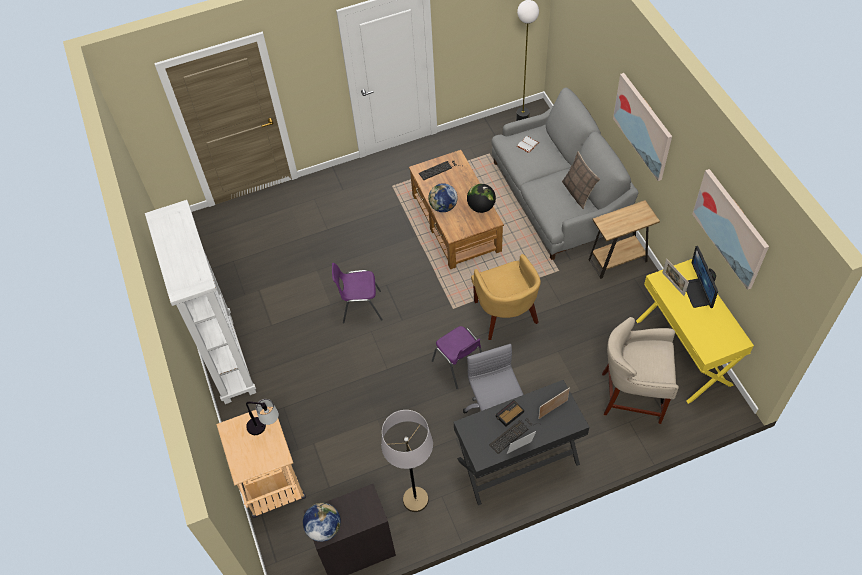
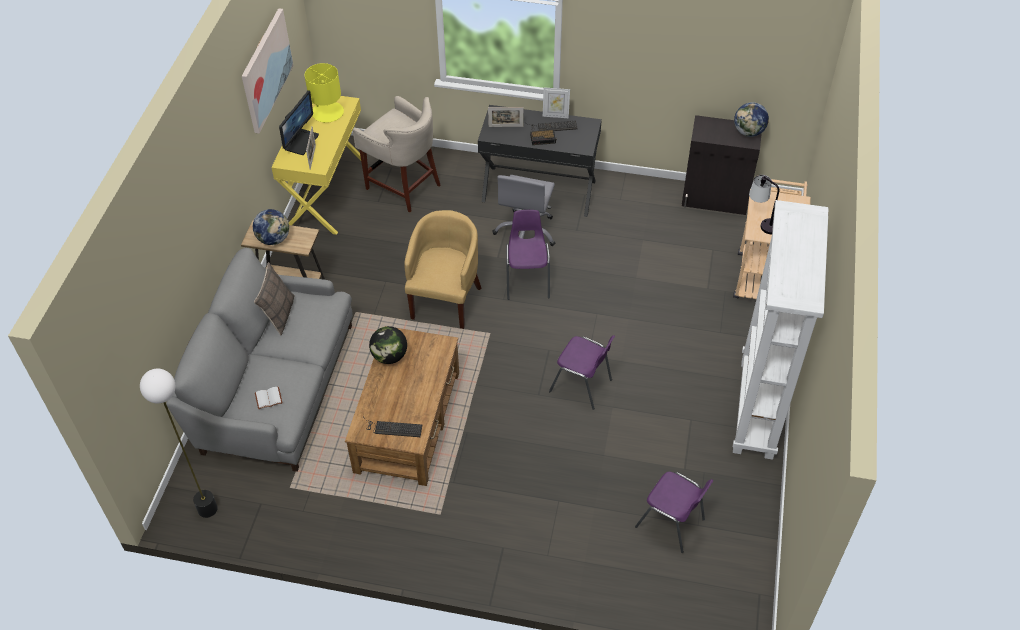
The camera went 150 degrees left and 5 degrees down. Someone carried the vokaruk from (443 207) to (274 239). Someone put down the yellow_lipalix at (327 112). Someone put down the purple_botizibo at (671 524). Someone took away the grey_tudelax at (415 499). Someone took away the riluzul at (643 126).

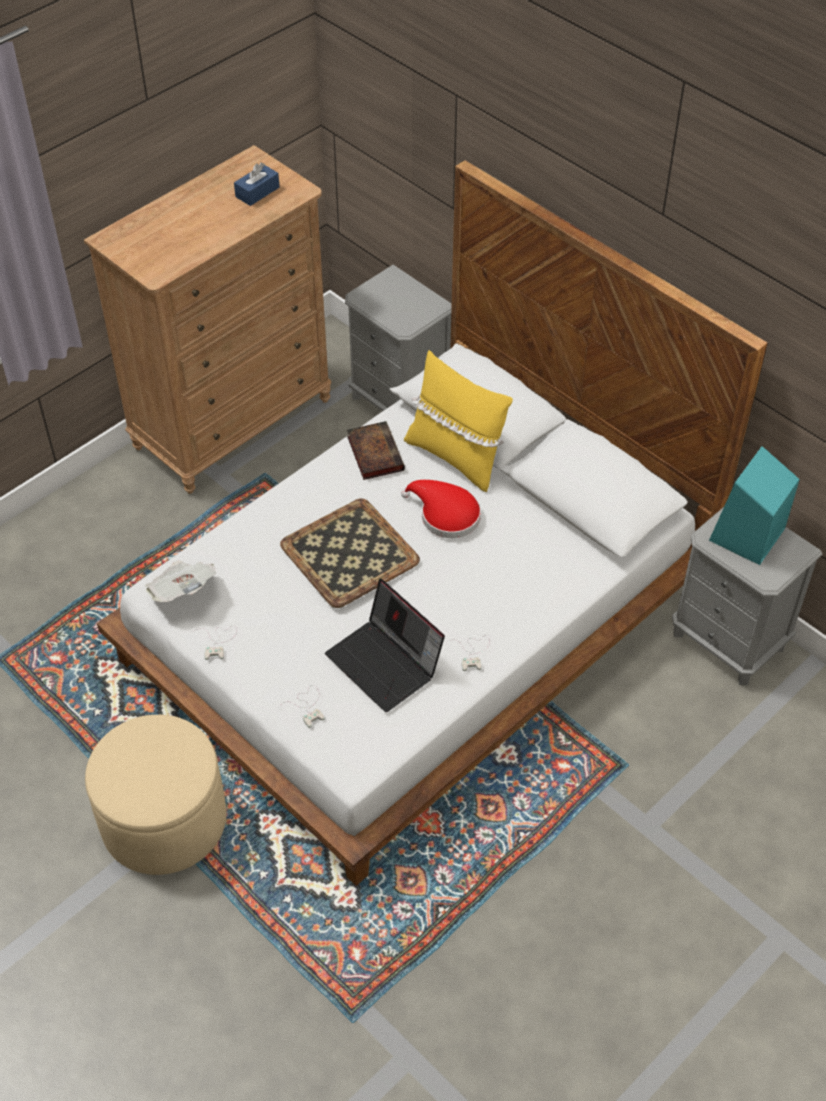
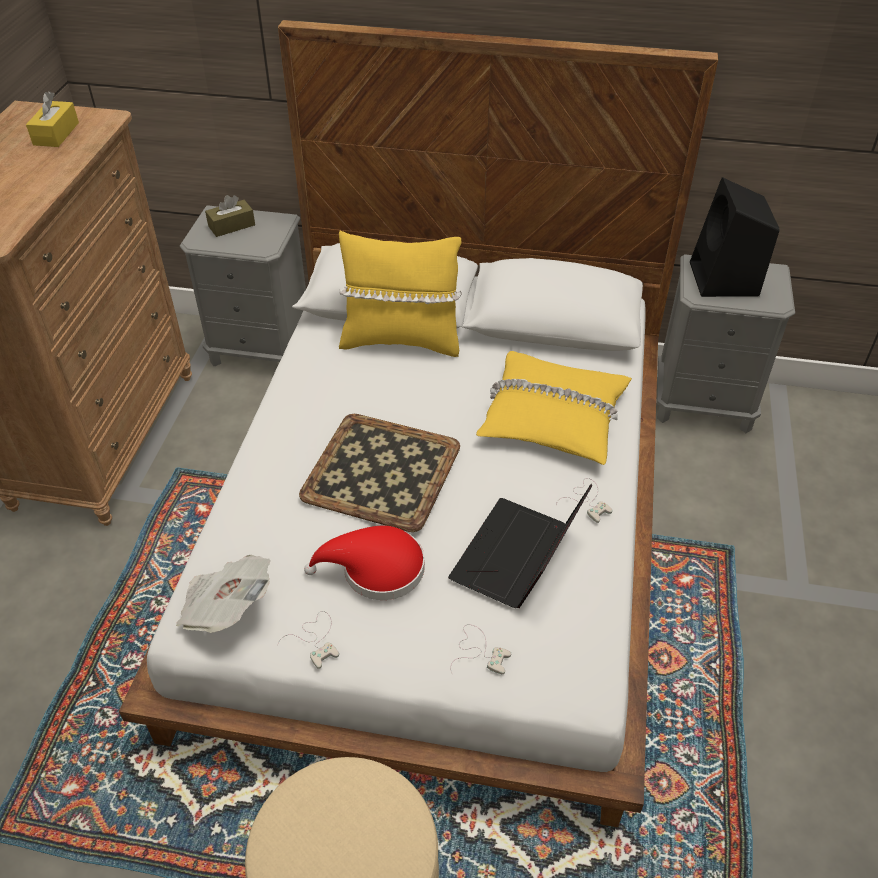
The camera went 35 degrees left and 5 degrees down. Someone repainted the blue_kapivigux at (257 192), which became the yellow_kapivigux at (56 134). Someone put down the brown_kapivigux at (231 226). Someone carried the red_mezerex from (445 515) to (376 569). Someone rotated the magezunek at (386 664) by 105 degrees clockwise. Someone put down the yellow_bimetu at (553 418). Someone repainted the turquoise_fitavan at (746 536), which became the black_fitavan at (725 280). Someone took away the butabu at (374 452).

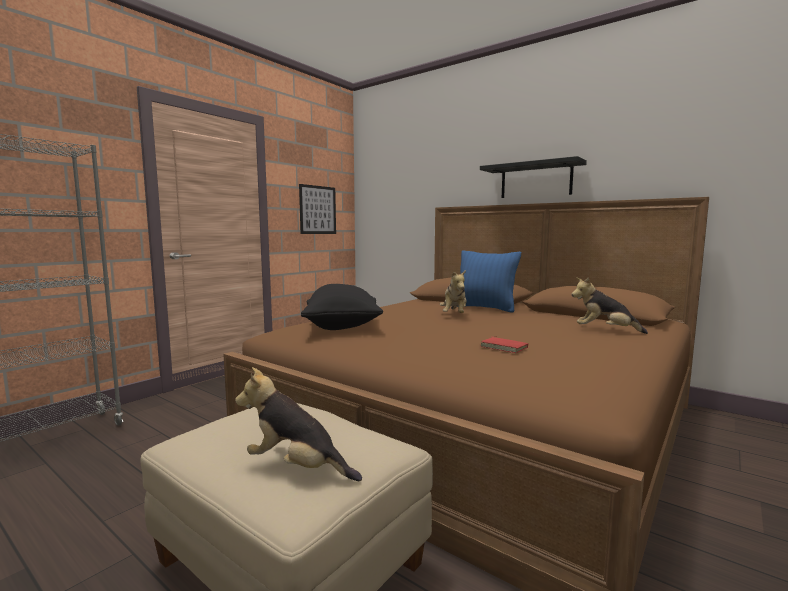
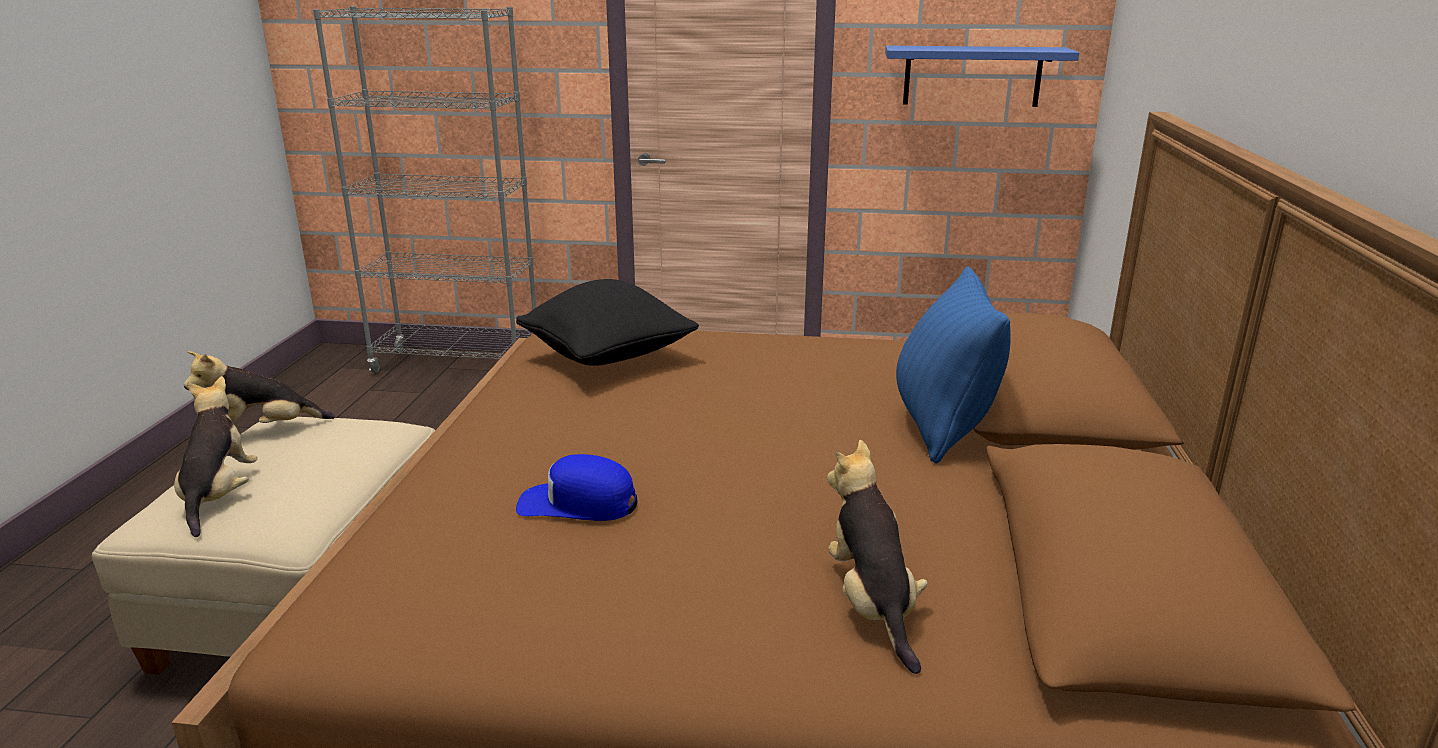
The camera went 60 degrees right and 15 degrees up. Someone carried the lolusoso from (454 315) to (264 430). Someone swapped the red_butabu at (504 347) for the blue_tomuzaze at (577 504). Someone swapped the riluzul at (318 210) for the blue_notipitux at (972 76). Someone took away the black_notipitux at (536 180).

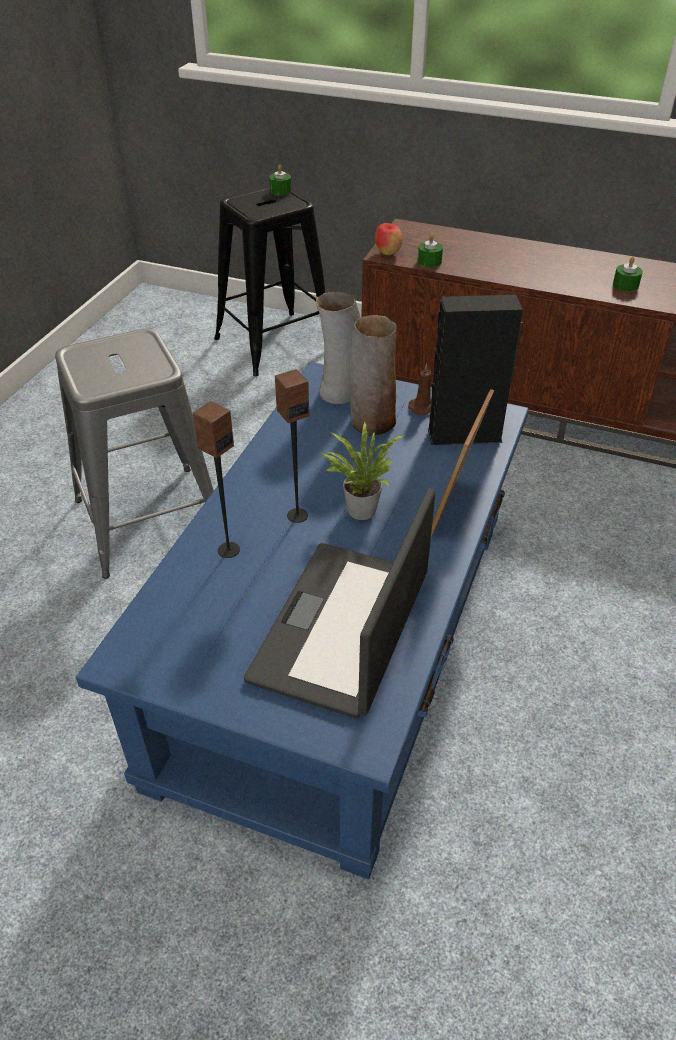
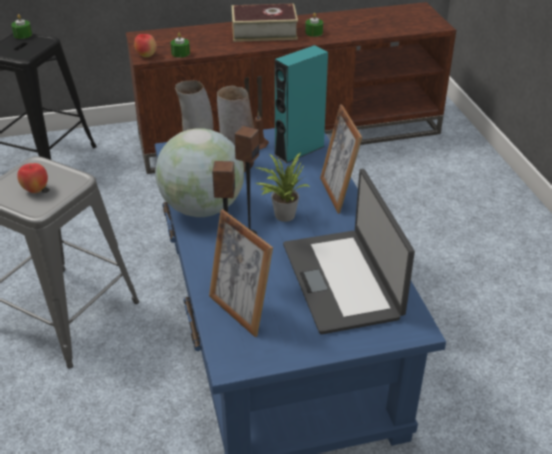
The camera went 35 degrees left and 5 degrees down. Someone put down the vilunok at (36 190). Someone put down the vokaruk at (202 208). Someone put down the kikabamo at (240 311). Someone put down the butabu at (264 31). Someone repainted the black_fitavan at (464 435), which became the turquoise_fitavan at (299 150).

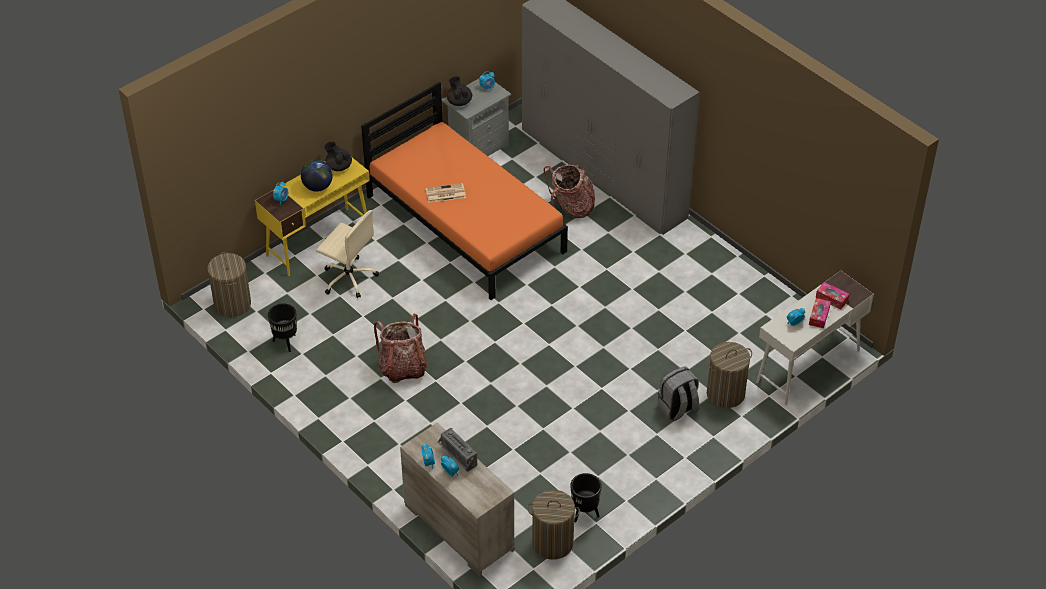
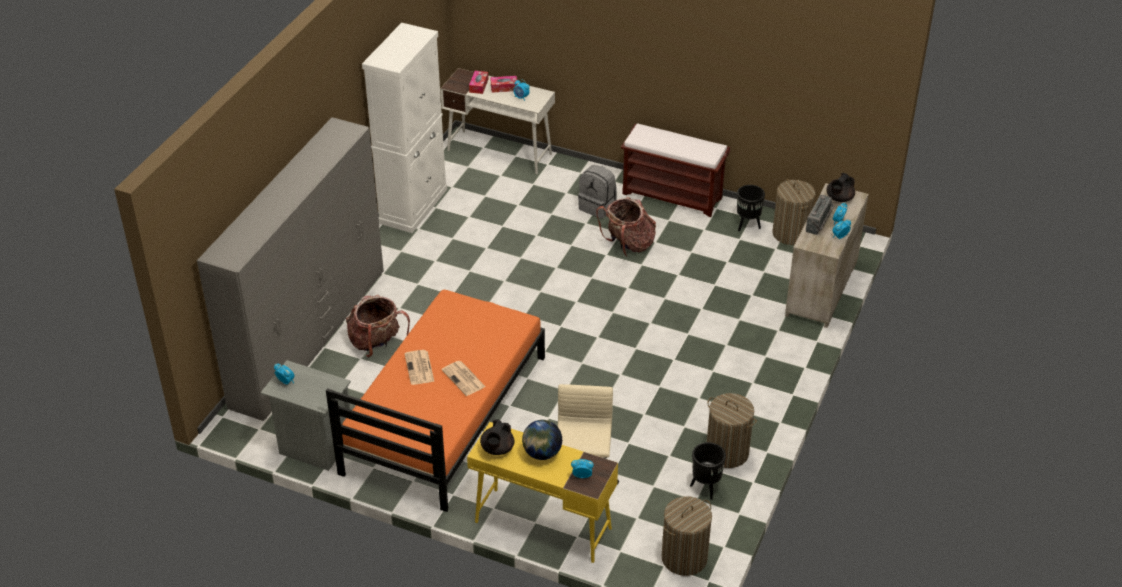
The camera went 115 degrees left and 5 degrees down. Someone put down the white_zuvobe at (413 206). Someone put down the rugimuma at (419 368). Someone carried the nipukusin from (403 368) to (628 244). Someone put down the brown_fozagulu at (673 195). Someone carried the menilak from (725 394) to (727 452). Someone carried the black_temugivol from (459 101) to (839 198).

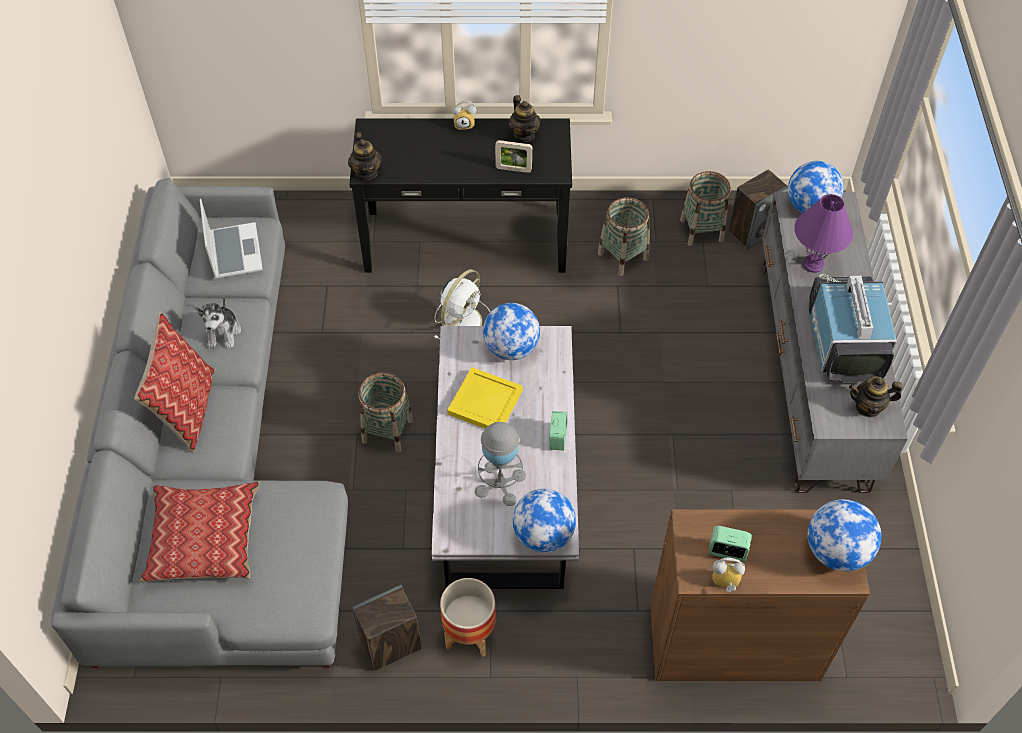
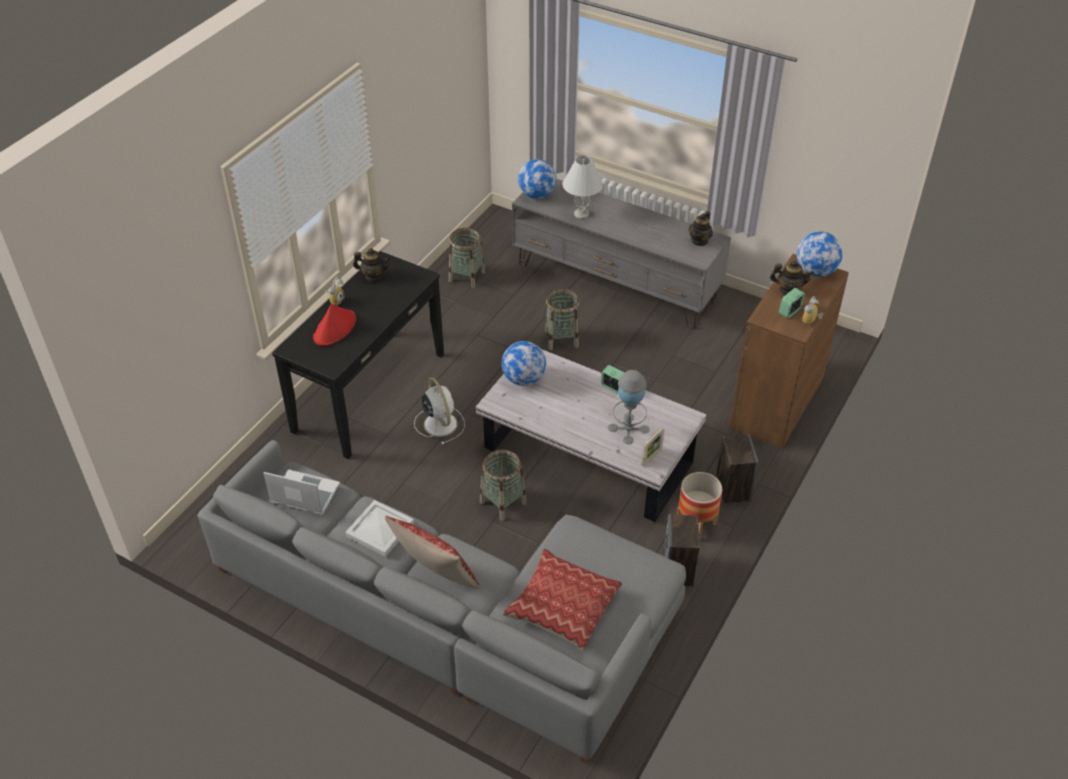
The camera went 60 degrees left and 10 degrees down. Someone put down the red_mezerex at (335 328). Someone swapped the lolusoso at (223 332) for the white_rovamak at (380 529). Someone carried the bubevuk from (623 256) to (561 339). Someone repainted the purple_lipalix at (812 264), which became the white_lipalix at (581 214). Someone carried the kikabamo from (513 169) to (651 457). Someone carried the fitavan from (752 231) to (732 488). Someone carried the temugivol from (366 172) to (788 290). Someone took away the yellow_rovamak at (485 403). Someone took away the vokaruk at (543 535). Someone took away the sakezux at (844 341).

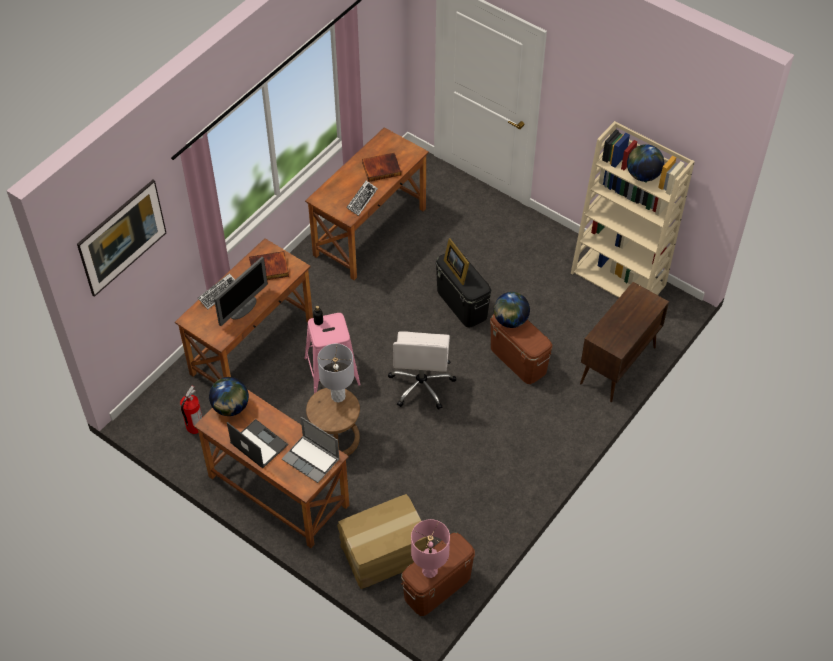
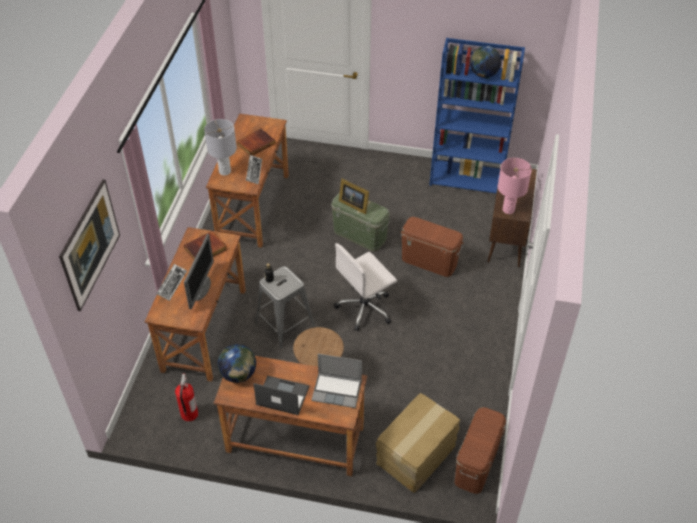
The camera went 25 degrees left and 5 degrees down. Someone carried the grey_lipalix from (338 396) to (225 171). Someone repainted the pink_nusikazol at (332 371), which became the grey_nusikazol at (285 324). Someone repainted the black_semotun at (462 303), which became the green_semotun at (360 235). Someone rotated the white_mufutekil at (421 385) by 75 degrees clockwise. Someone repainted the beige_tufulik at (619 279), which became the blue_tufulik at (467 177). Someone carried the pink_lipalix from (430 570) to (508 209). Someone took away the vokaruk at (510 320).

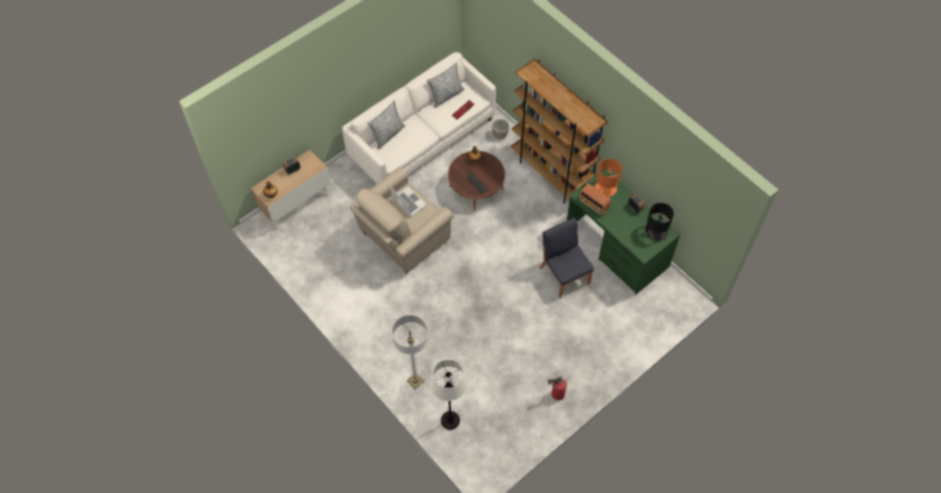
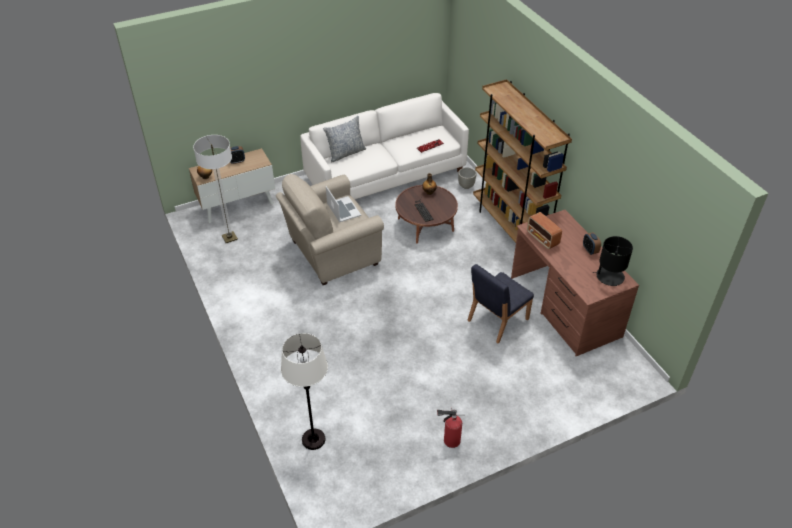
The camera went 15 degrees right and 15 degrees down. Someone carried the tudelax from (415 381) to (229 238). Someone rotated the blue_botizibo at (564 274) by 120 degrees counterclockwise. Someone repainted the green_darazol at (616 248), which became the brown_darazol at (564 306). Someone took away the bimetu at (446 95). Someone took away the orange_lipalix at (606 187).

